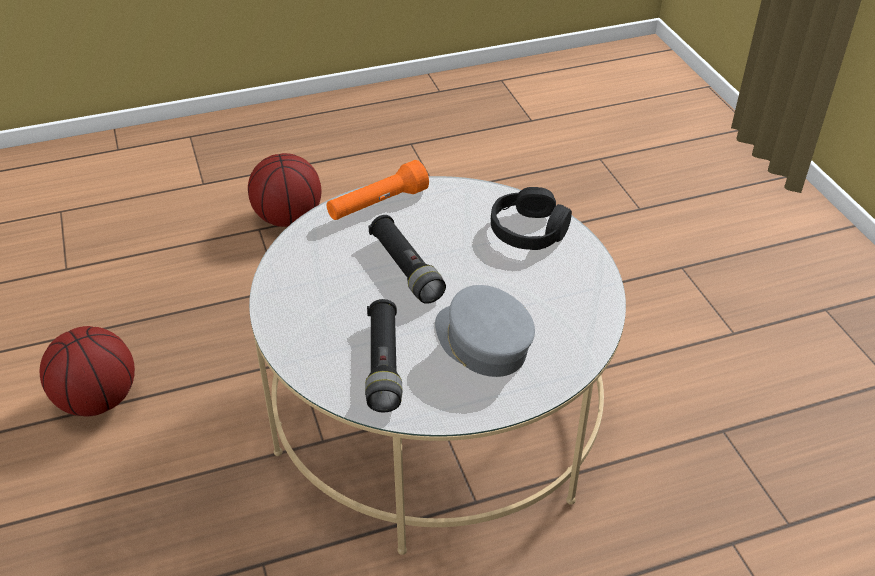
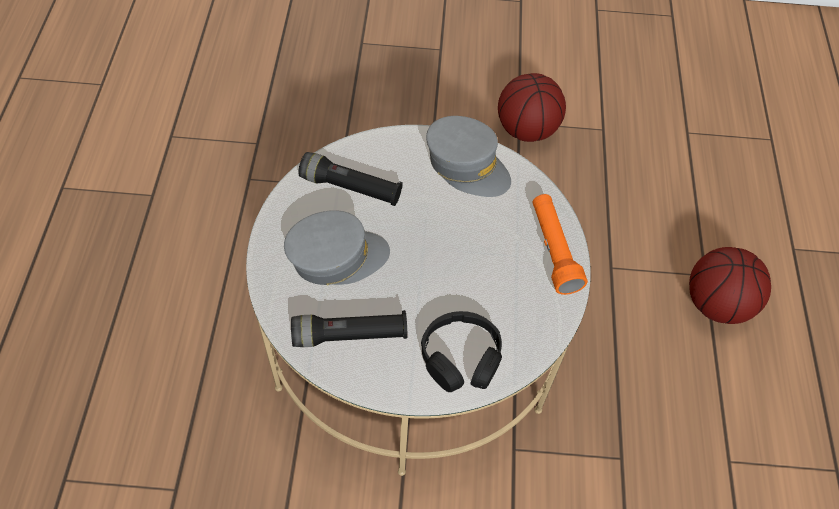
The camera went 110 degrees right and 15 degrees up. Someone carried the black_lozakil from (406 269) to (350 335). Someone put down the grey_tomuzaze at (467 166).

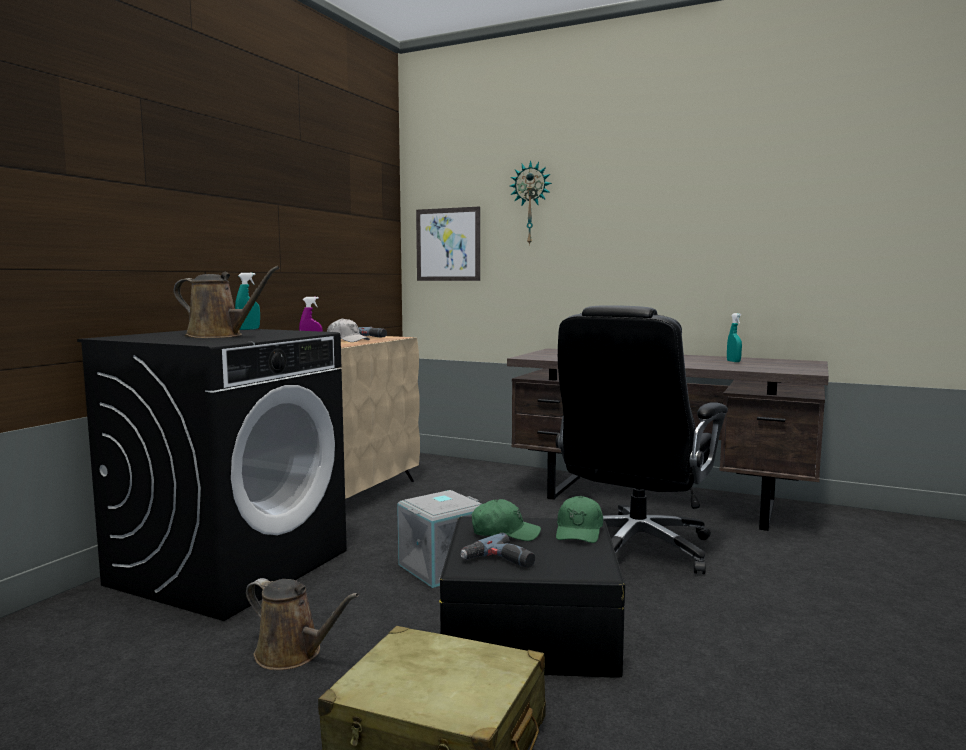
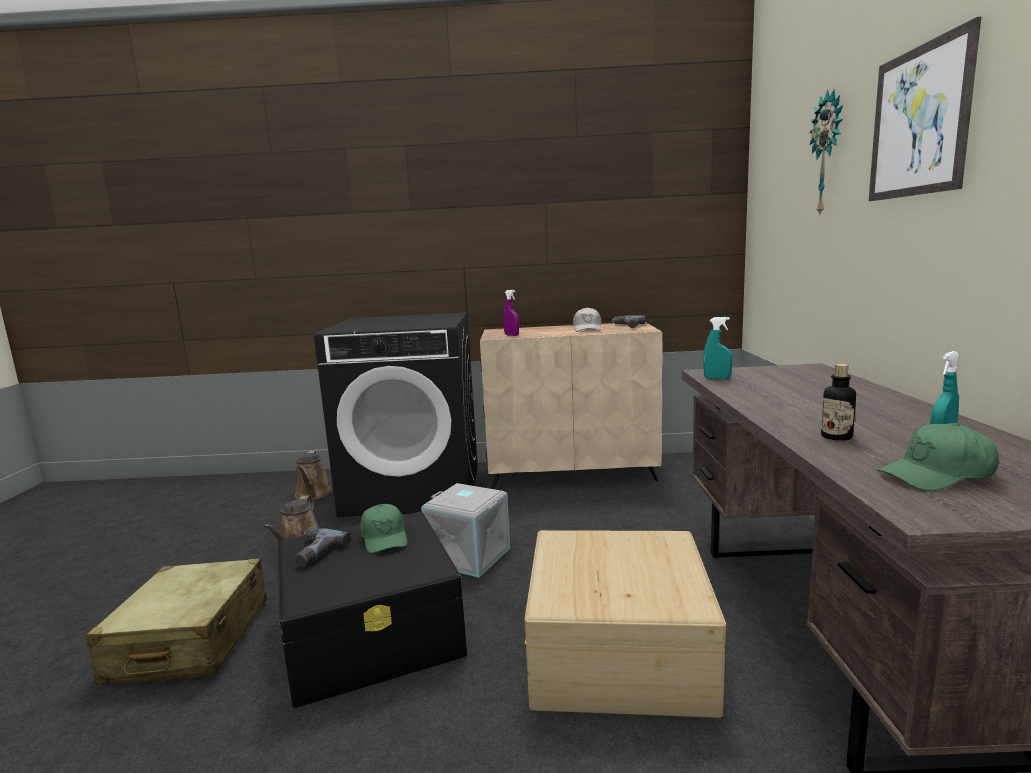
The camera went 65 degrees right and 5 degrees up. Someone carried the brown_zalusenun from (219 336) to (313 494). Someone swapped the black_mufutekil at (634 548) for the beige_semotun at (619 649). Someone carried the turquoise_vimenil from (248 329) to (717 378). Someone put down the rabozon at (836 437). Someone carried the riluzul from (448 244) to (918 122). Someone carried the green_tomuzaze from (579 531) to (937 475).

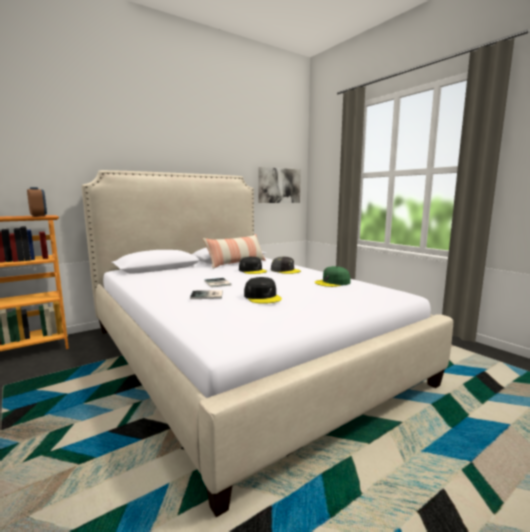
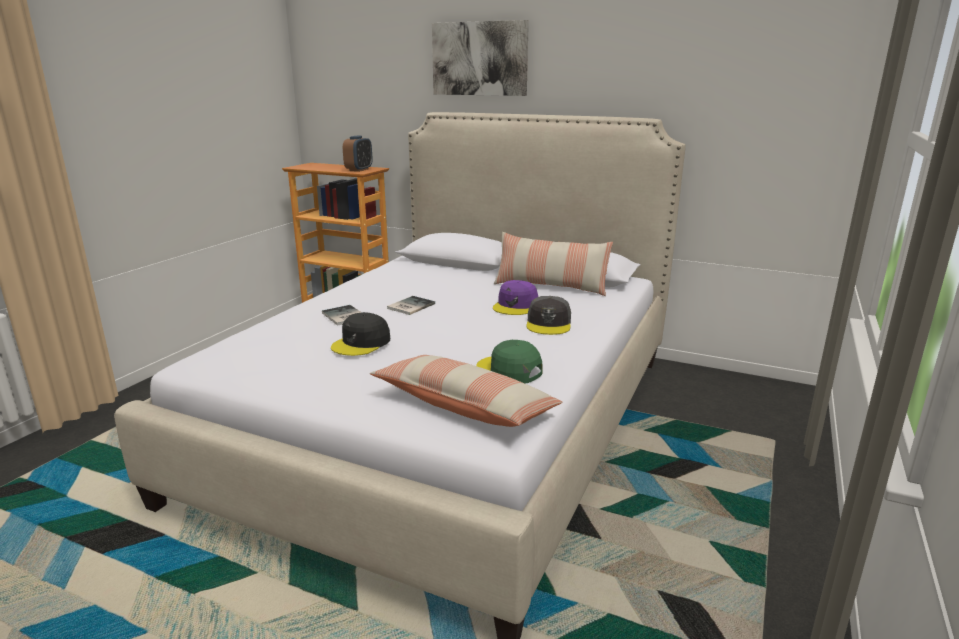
The camera went 60 degrees right and 10 degrees up. Someone put down the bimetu at (465 406). Someone carried the riluzul from (279 185) to (480 59). Someone repainted the black_tomuzaze at (252 270), which became the purple_tomuzaze at (516 306).

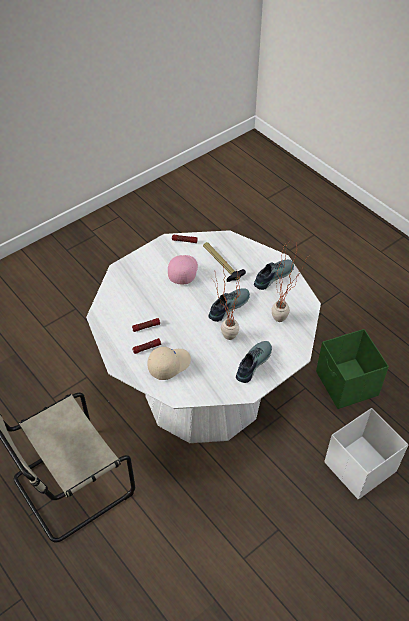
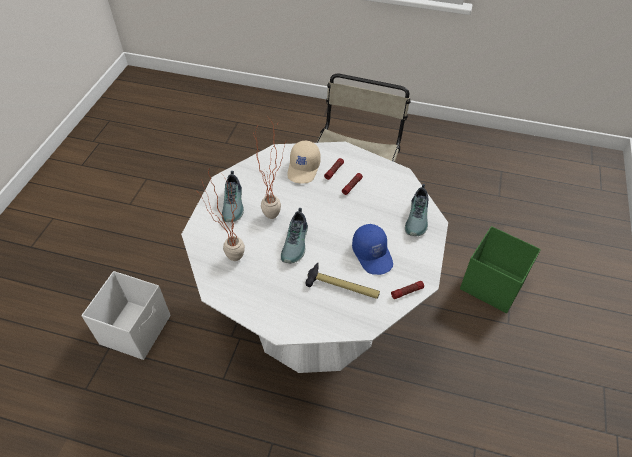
The camera went 145 degrees right and 0 degrees up. Someone repainted the pink_tomuzaze at (182 271), which became the blue_tomuzaze at (373 254). Someone carried the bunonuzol from (272 276) to (418 218). Someone carried the green_semotun from (346 384) to (491 284).

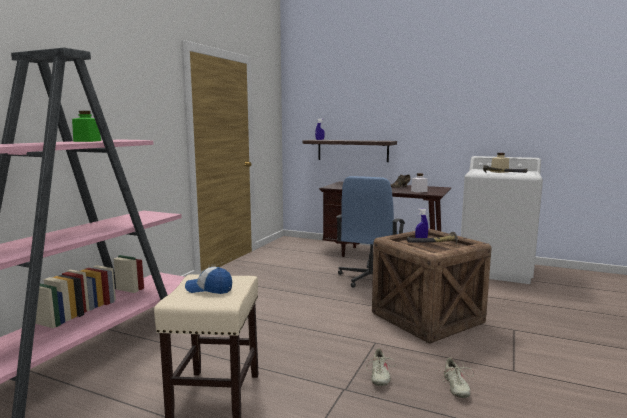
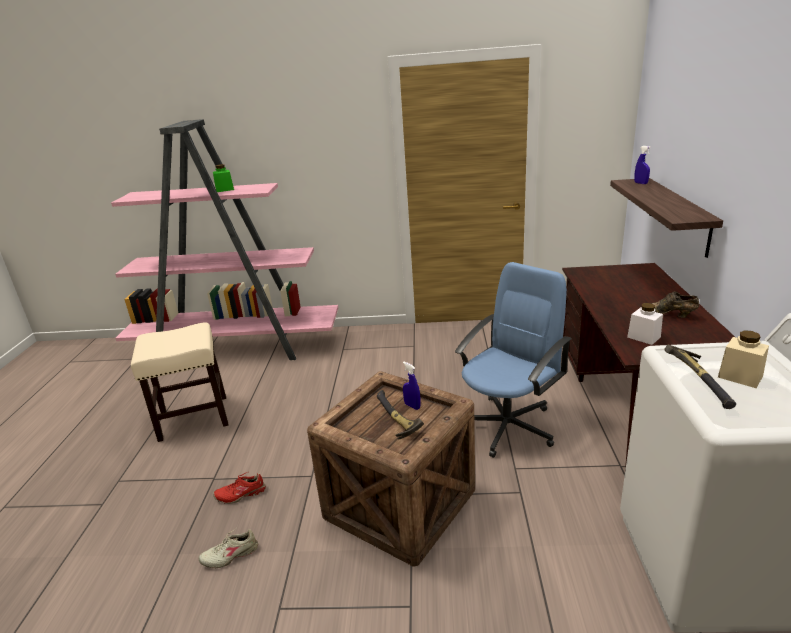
The camera went 70 degrees right and 15 degrees up. Someone repainted the beige_bunonuzol at (379 376), which became the red_bunonuzol at (241 494). Someone rotated the blue_mufutekil at (369 278) by 135 degrees clockwise. Someone took away the tomuzaze at (209 289).

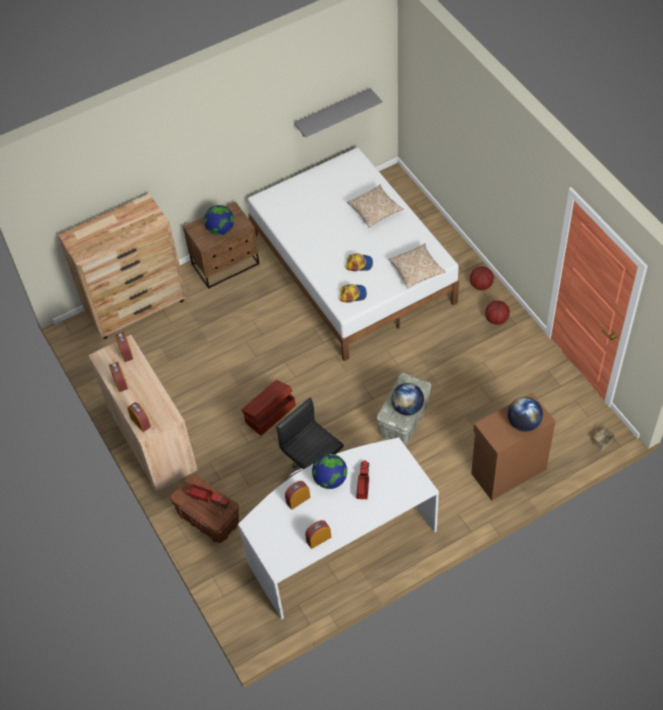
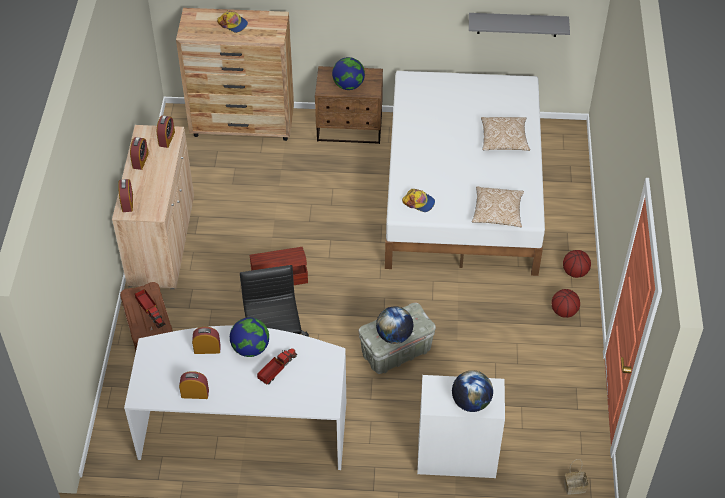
The camera went 30 degrees right and 5 degrees down. Someone carried the tomuzaze from (359 264) to (233 24). Someone repainted the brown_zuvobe at (507 471), which became the white_zuvobe at (456 456).

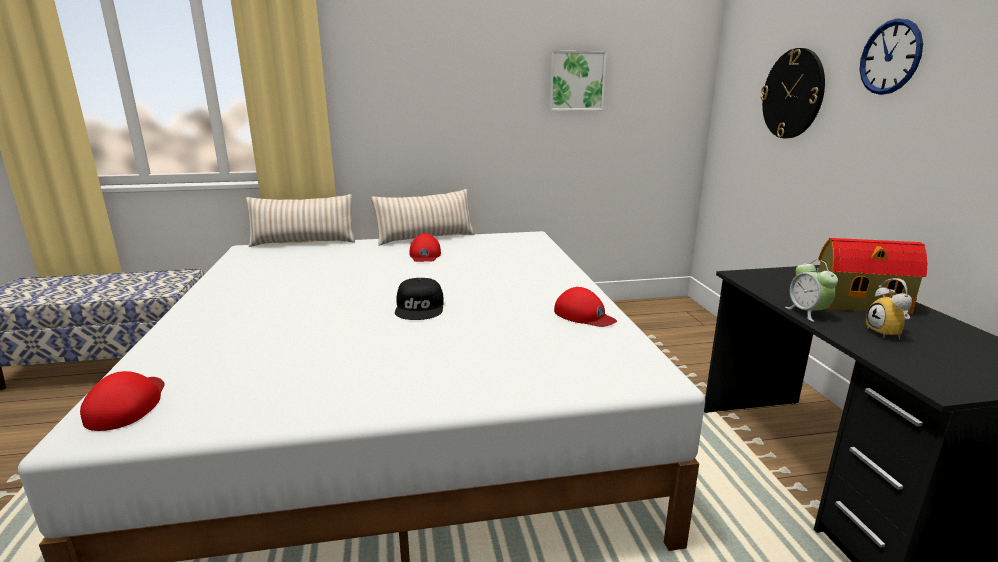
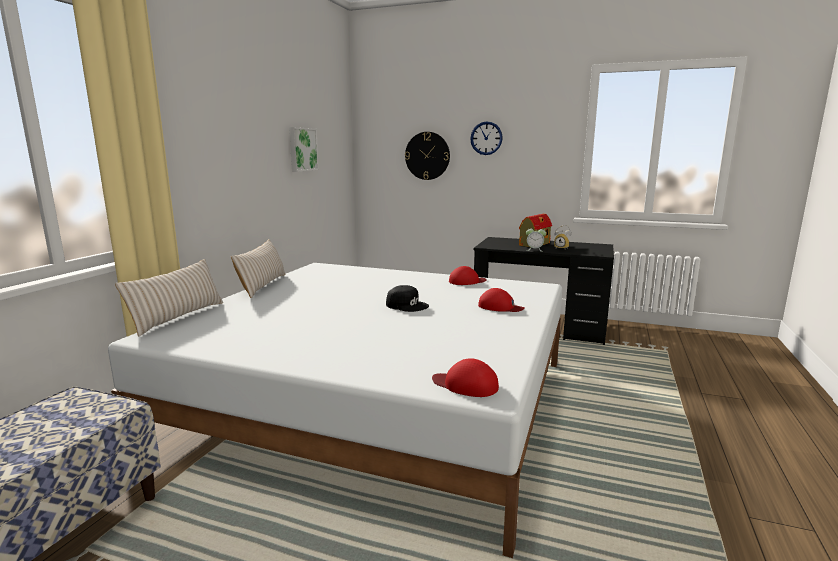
The camera went 60 degrees left and 5 degrees down. Someone carried the red_tomuzaze from (425 255) to (500 307).

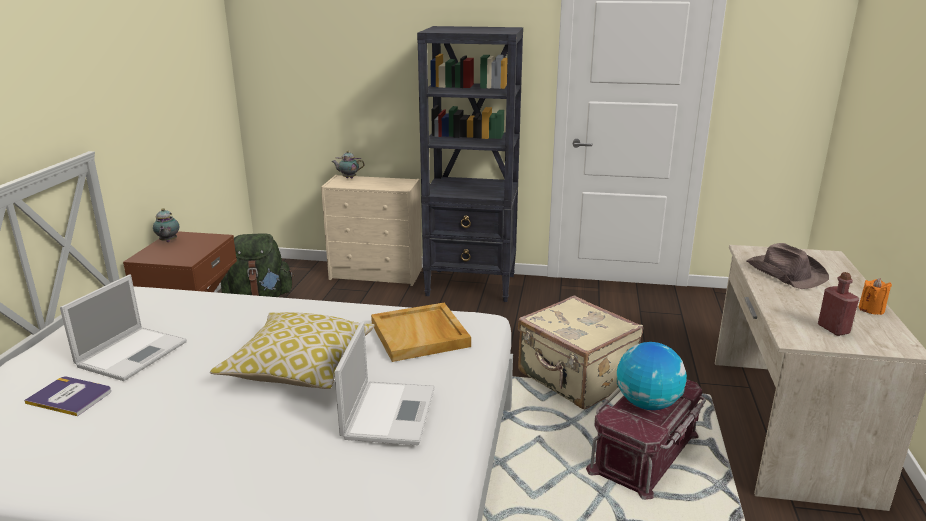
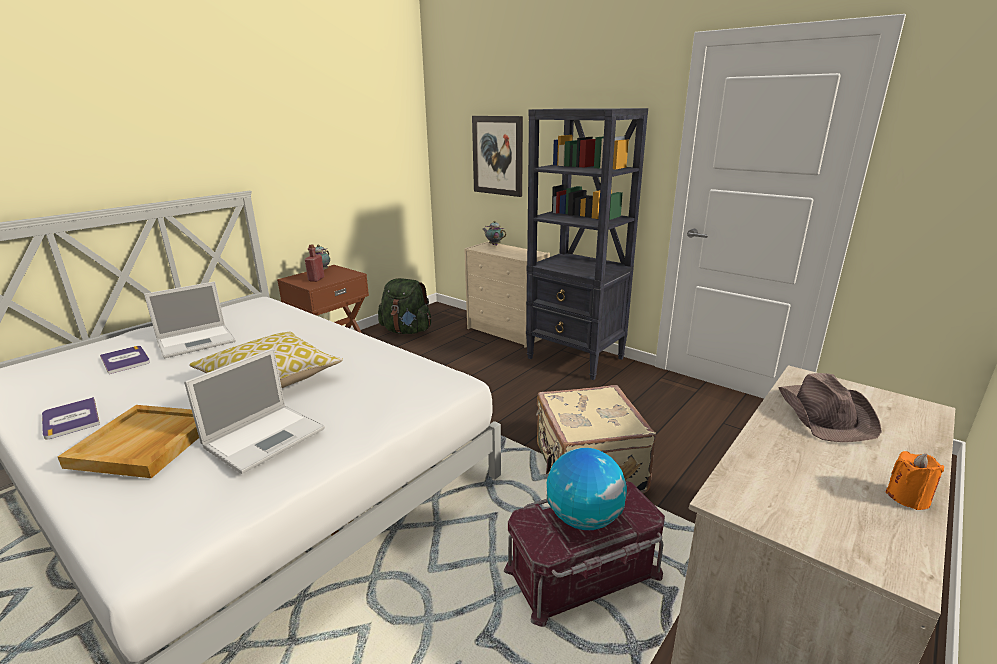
The camera went 30 degrees right and 0 degrees up. Someone put down the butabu at (71 419). Someone carried the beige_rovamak from (421 335) to (144 444). Someone carried the red_rabozon from (833 329) to (316 279). Someone put up the riluzul at (498 155).

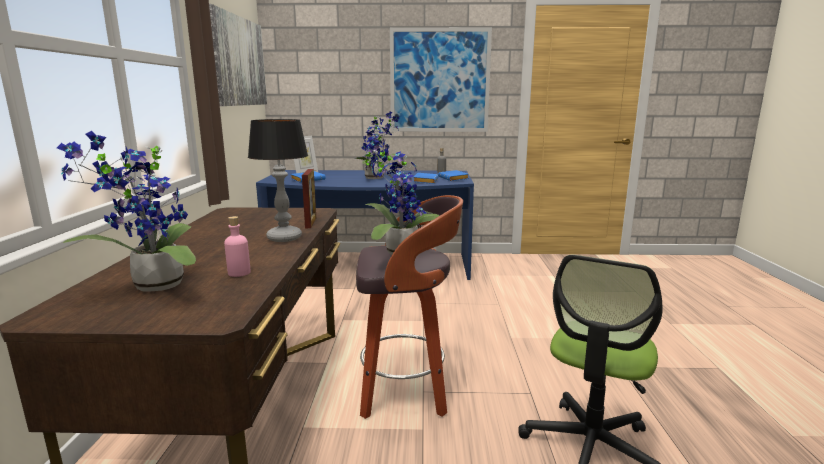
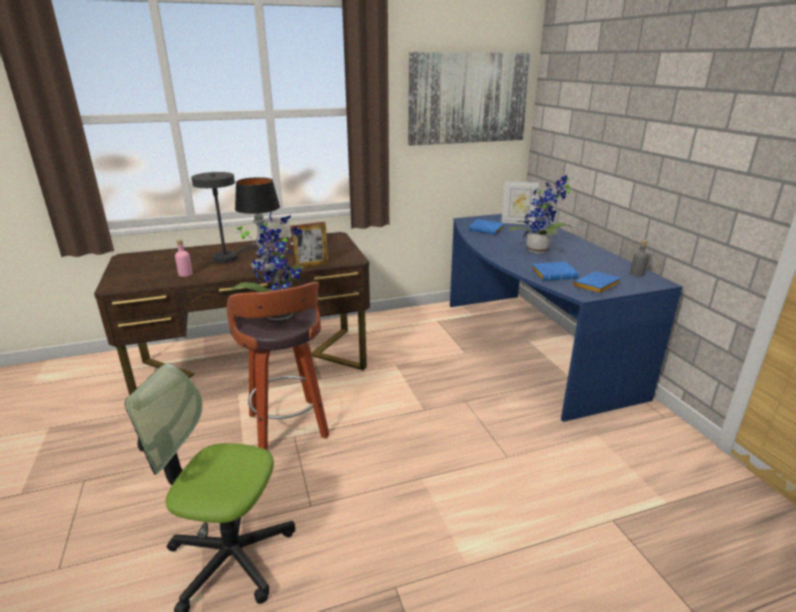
The camera went 70 degrees right and 10 degrees up. Someone put down the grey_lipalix at (228 257). Someone took away the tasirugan at (153 287). Someone took away the riluzul at (439 81).

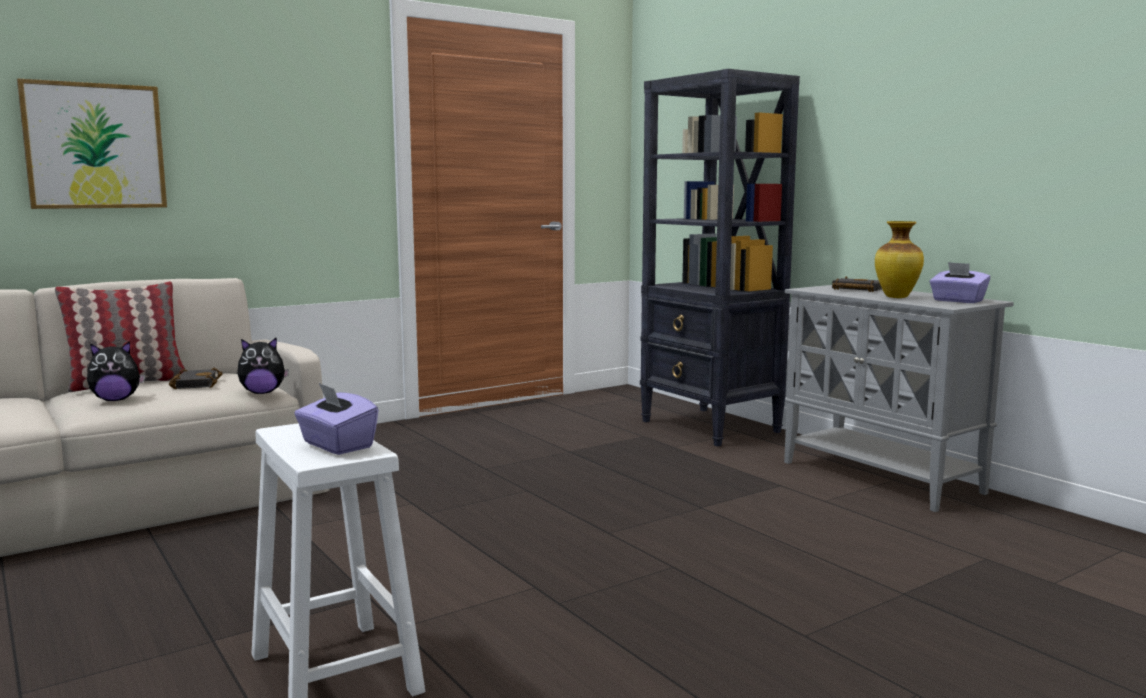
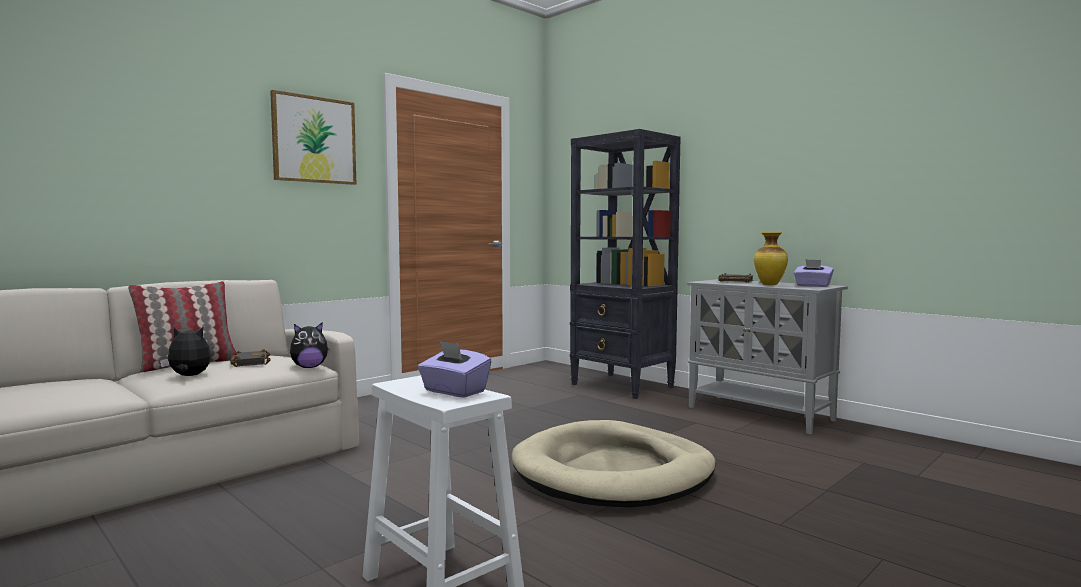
The camera went 10 degrees left and 5 degrees down. Someone rotated the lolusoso at (116 400) by 150 degrees counterclockwise. Someone carried the riluzul from (95 146) to (314 140). Someone put down the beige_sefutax at (613 472).

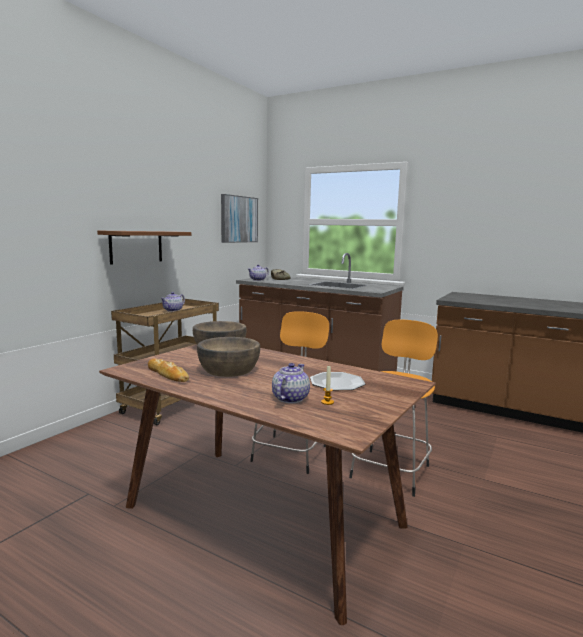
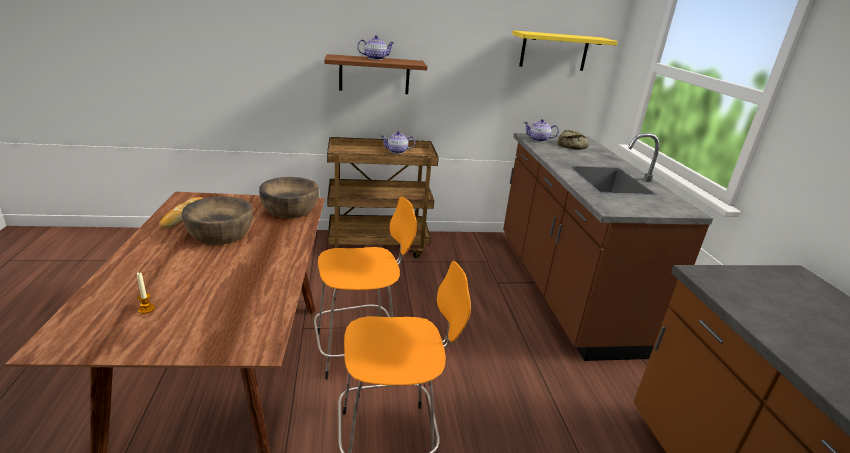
The camera went 50 degrees right and 15 degrees up. Someone carried the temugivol from (289 398) to (375 58). Someone swapped the riluzul at (239 219) for the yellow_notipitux at (554 51). Someone took away the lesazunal at (337 383).

